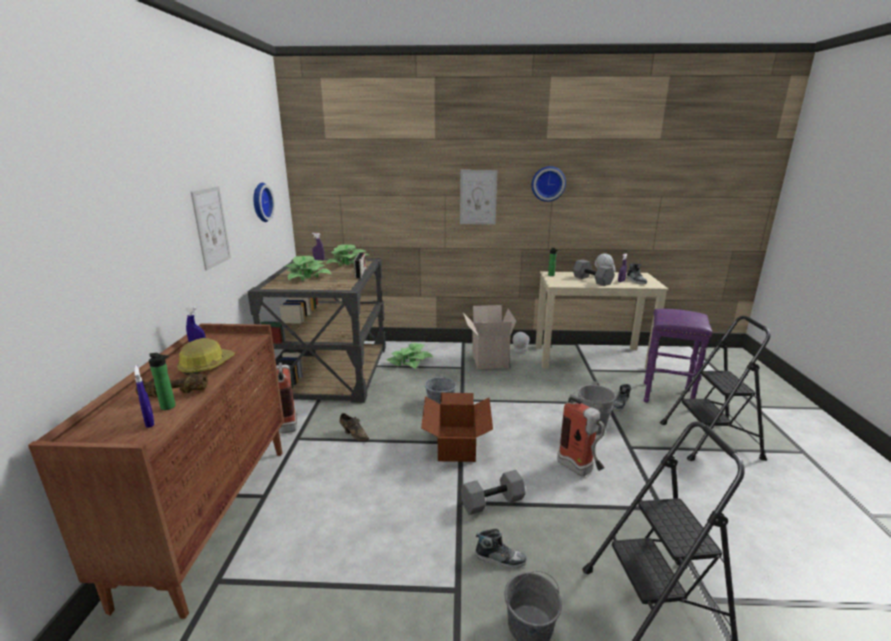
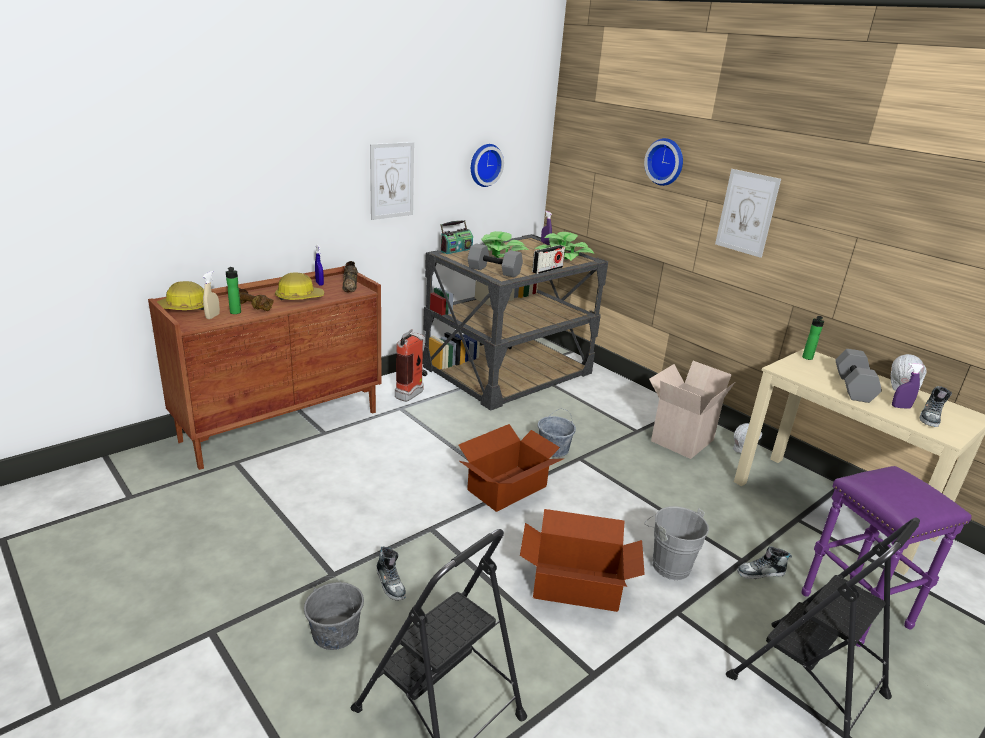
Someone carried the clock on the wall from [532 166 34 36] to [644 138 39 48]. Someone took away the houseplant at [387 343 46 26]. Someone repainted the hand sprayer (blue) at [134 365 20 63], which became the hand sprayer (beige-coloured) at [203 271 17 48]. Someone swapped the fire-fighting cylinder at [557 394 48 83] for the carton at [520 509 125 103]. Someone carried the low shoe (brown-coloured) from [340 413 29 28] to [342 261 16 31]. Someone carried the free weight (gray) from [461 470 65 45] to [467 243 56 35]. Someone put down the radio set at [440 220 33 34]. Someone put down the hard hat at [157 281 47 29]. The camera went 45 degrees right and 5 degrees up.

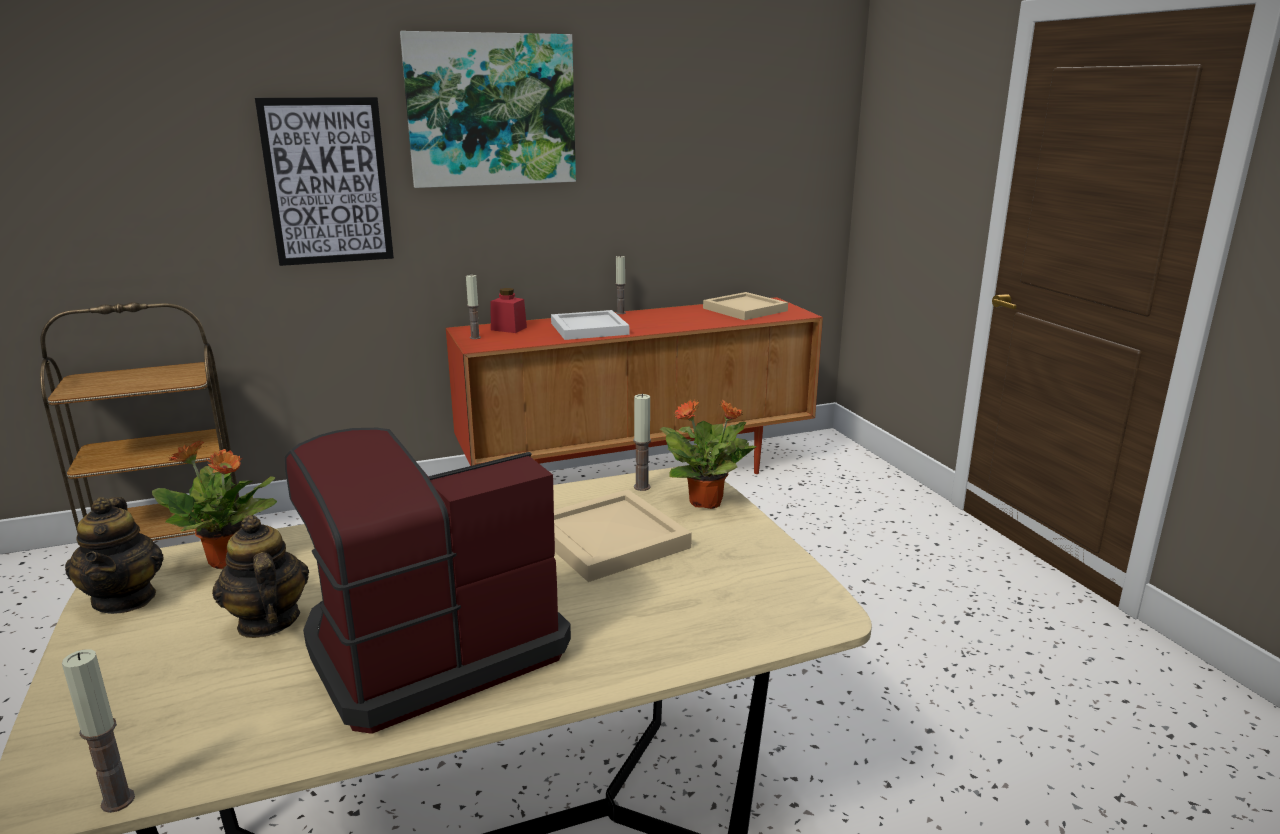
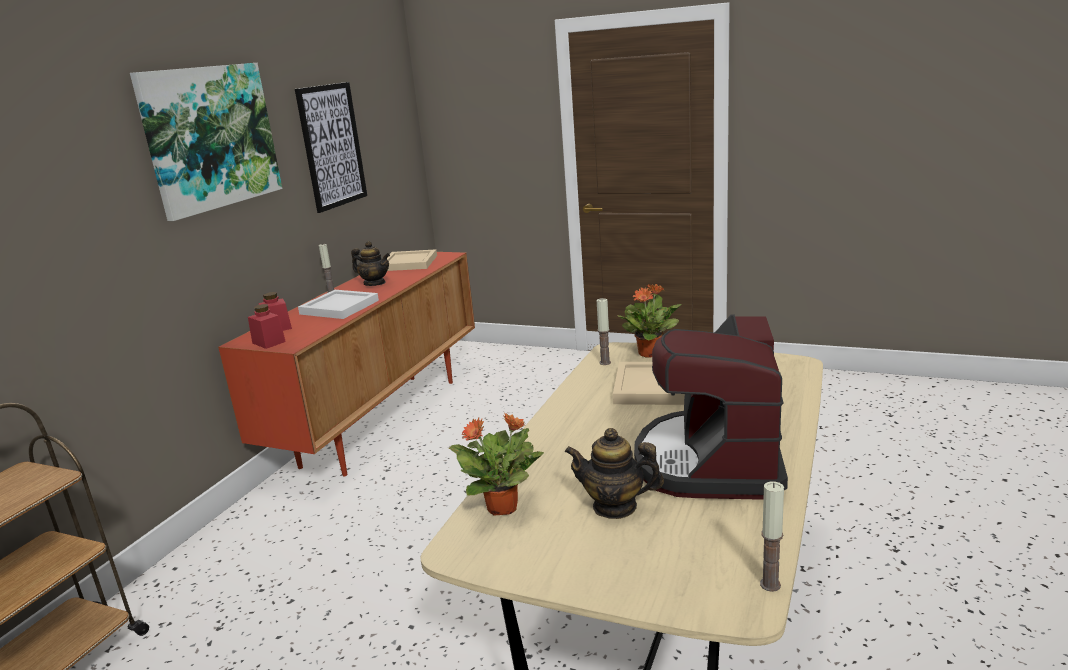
Someone carried the wall picture from [255 97 139 169] to [295 82 72 131]. Someone swapped the wax light at [466 275 15 64] for the jar (red-coloured) at [248 304 38 45]. Someone carried the tea pot from [65 497 98 117] to [351 241 39 45]. The camera went 45 degrees left and 0 degrees up.

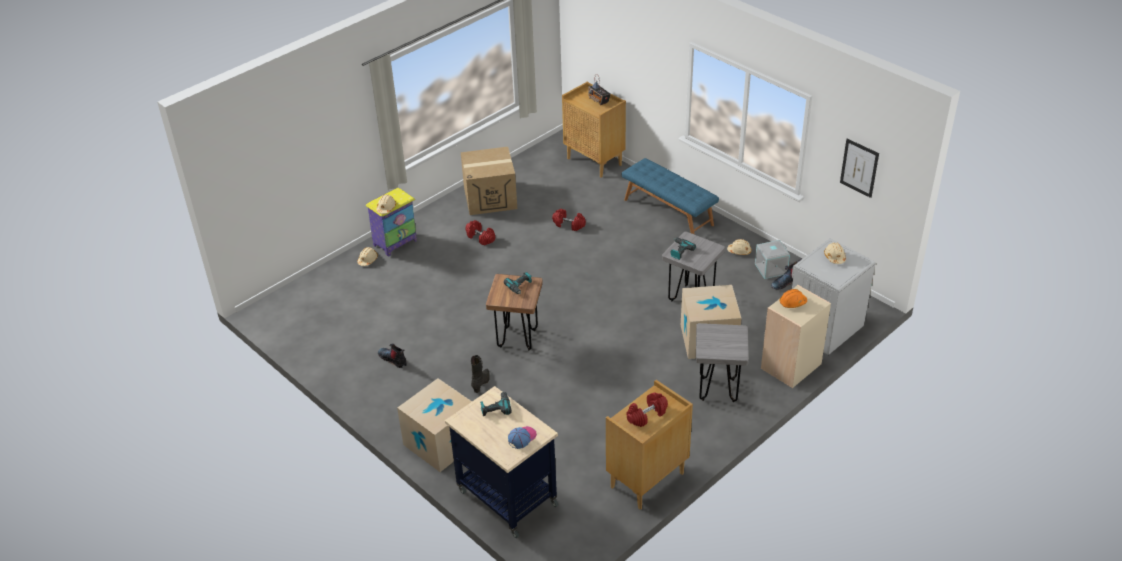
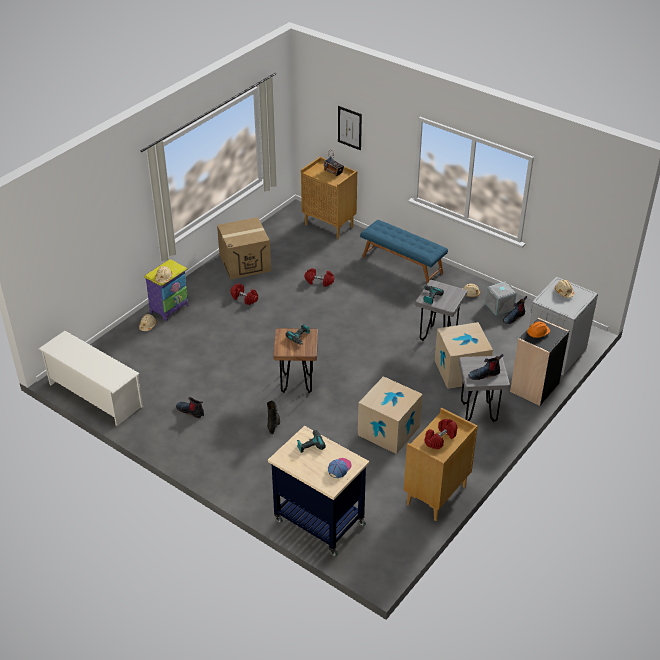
Someone carried the wall picture from [840 139 39 59] to [338 106 24 45]. Someone repainted the bookcase (beige-coloured) at [761 285 70 103], which became the bookcase (black-coloured) at [510 318 59 88]. Someone carried the carton from [397 378 75 94] to [358 376 65 78]. Someone put down the shoe shelf (white-coloured) at [39 331 104 95]. Someone put down the high-top boot at [468 354 35 26]. The camera went 10 degrees left and 0 degrees up.

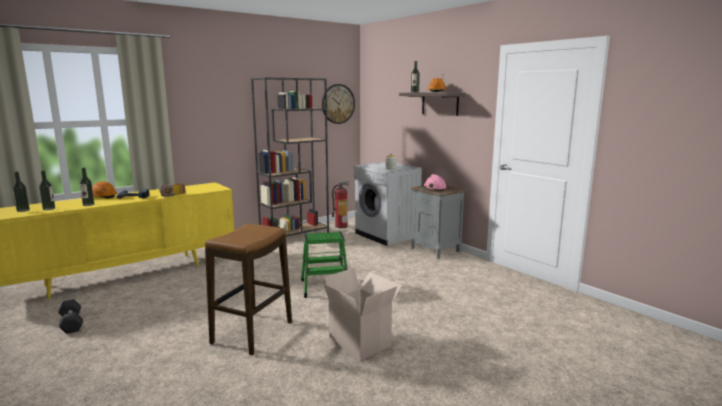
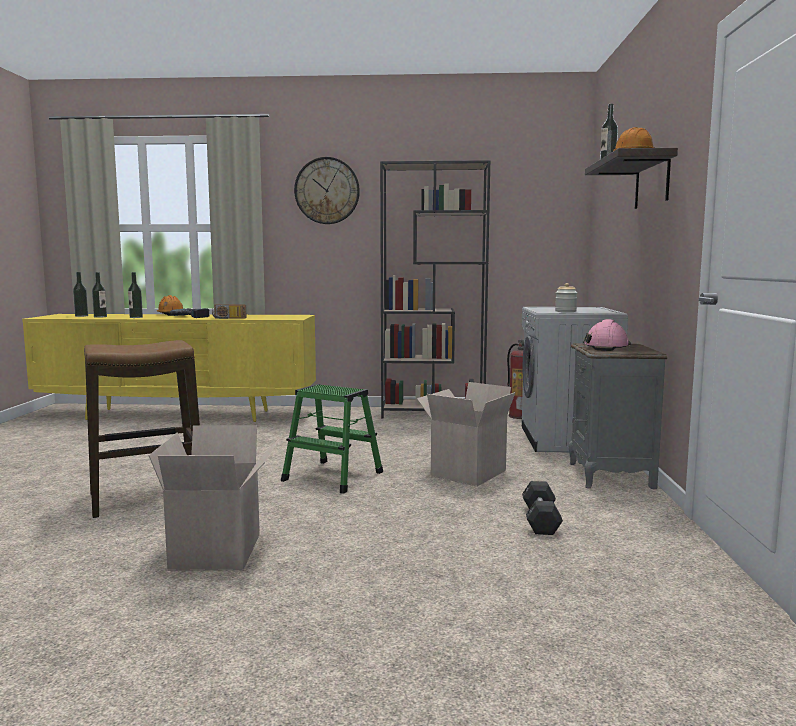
Someone carried the clock on the wall from [322 84 33 40] to [294 157 66 67]. Someone carried the free weight (black-coloured) from [58 299 25 35] to [522 481 41 54]. Someone put down the carton at [417 382 98 105]. The camera went 40 degrees right and 5 degrees down.

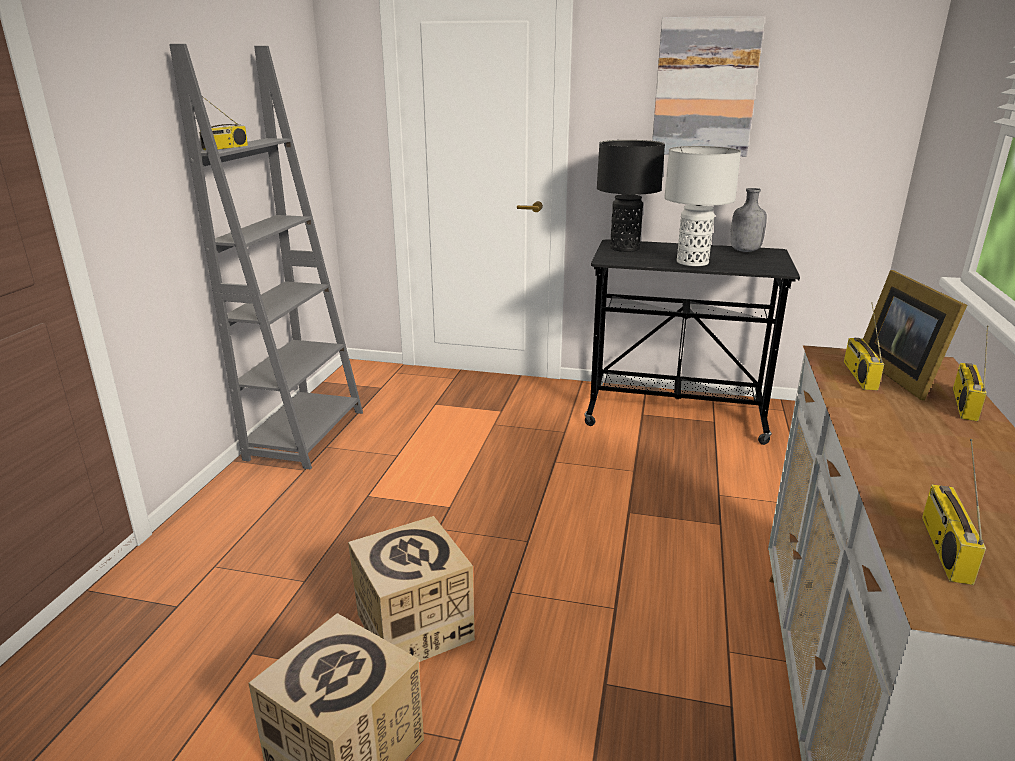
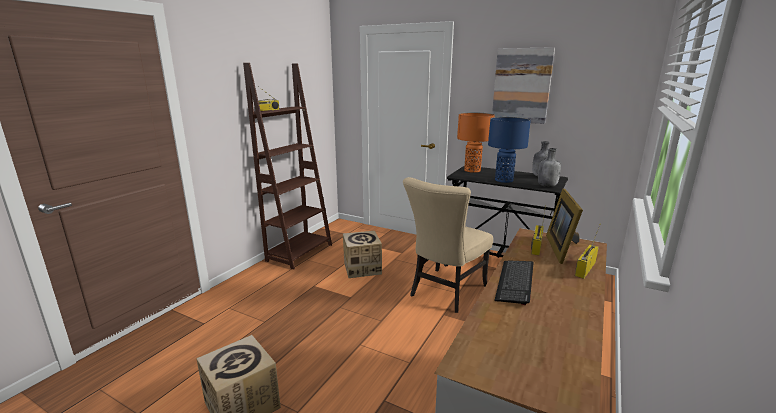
Someone repainted the bookcase (gray) at [169 44 194 426], which became the bookcase (brown-coloured) at [243 63 89 207]. Someone repainted the lamp for a table (black-coloured) at [597 140 68 112], which became the lamp for a table (orange) at [457 112 38 61]. Someone repainted the lamp for a table (white-coloured) at [664 146 77 120], which became the lamp for a table (blue) at [488 117 43 66]. Someone took away the radio set at [922 439 64 146]. Someone carried the carton from [348 516 127 146] to [343 231 39 47]. Someone put down the bottle (gray) at [538 148 23 39]. Someone put down the chair (beige-coloured) at [403 177 90 136]. Someone put down the PC keyboard at [494 261 40 44]. The camera went 15 degrees right and 5 degrees down.

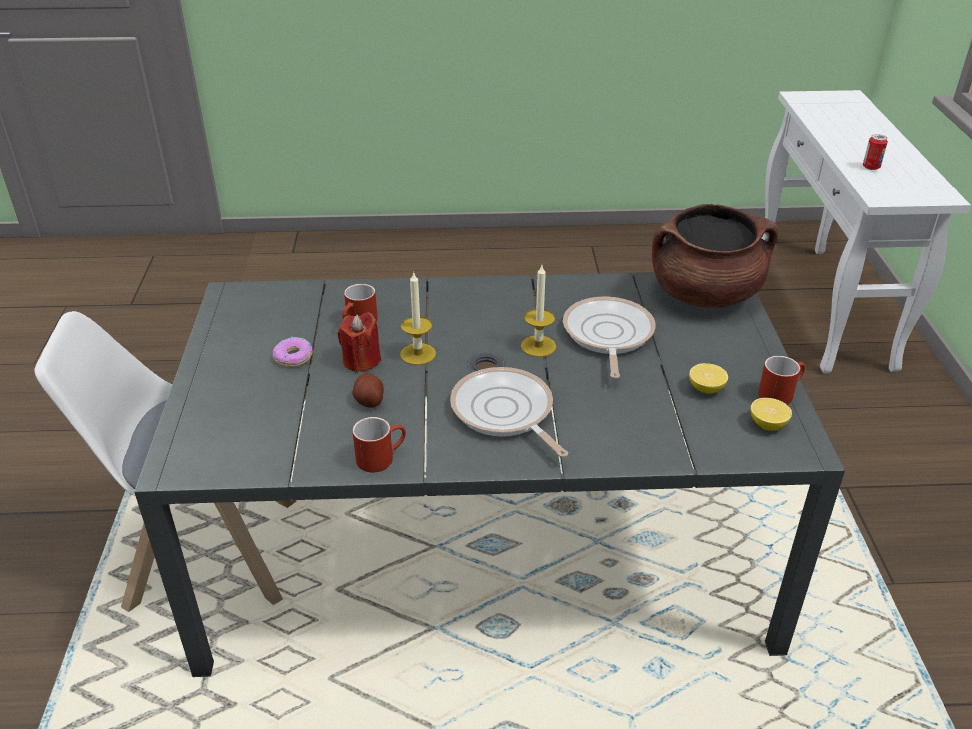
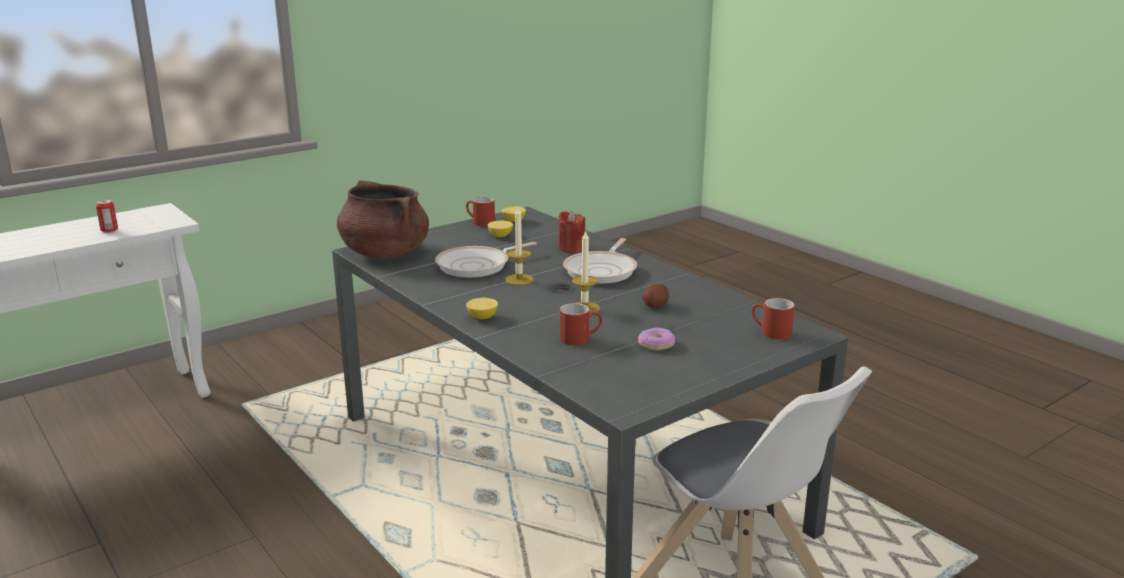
Someone carried the wax light (red-coloured) from [338 312 43 61] to [558 211 27 42]. Someone carried the mug (red-coloured) from [352 417 54 55] to [752 298 43 42]. Someone put down the lemon at [466 298 32 21]. The camera went 125 degrees left and 15 degrees down.

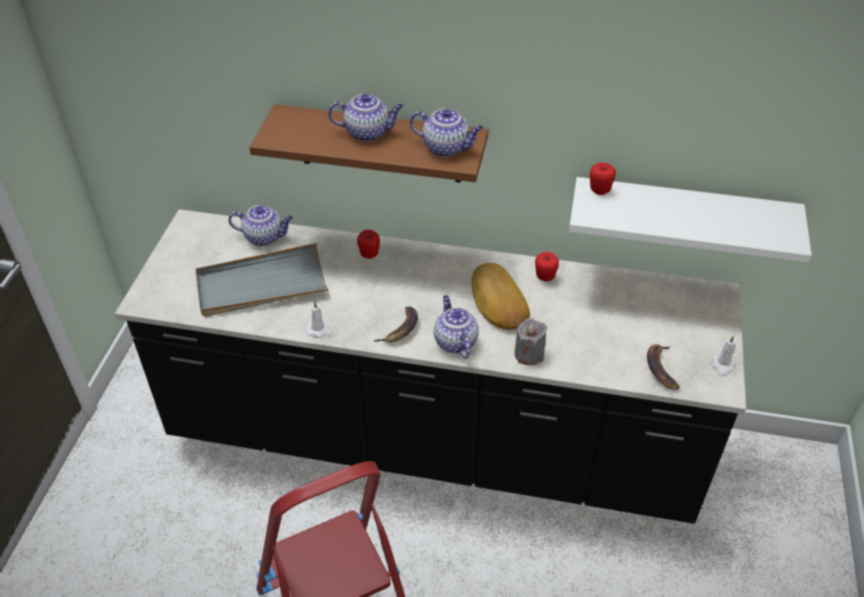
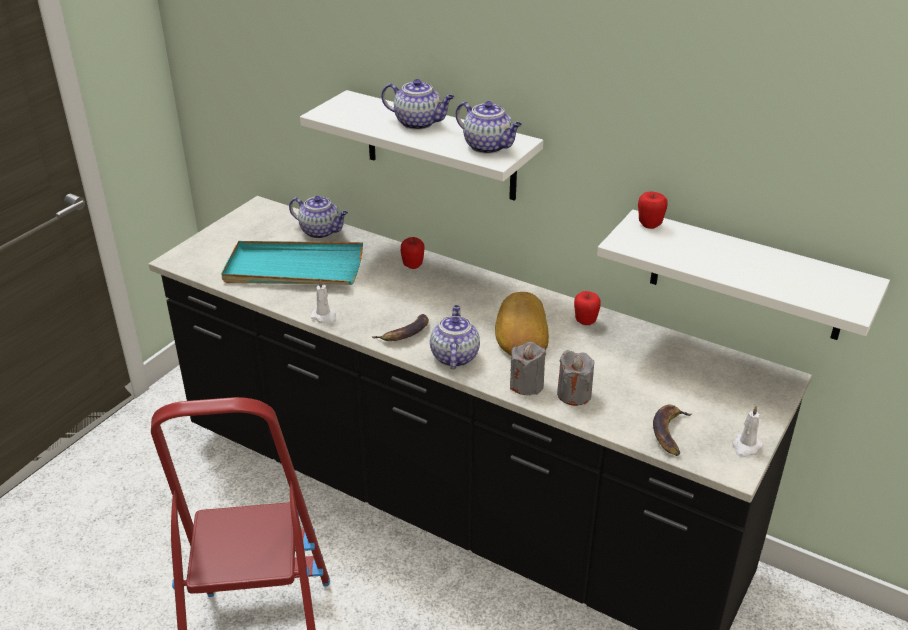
Someone repainted the wall shelf (brown-coloured) at [249 104 239 79], which became the wall shelf (white-coloured) at [300 90 243 111]. Someone repainted the carrying tray (gray) at [196 243 132 74], which became the carrying tray (turquoise-coloured) at [221 241 142 44]. Someone put down the wax light (gray) at [557 350 37 56]. The camera went 20 degrees right and 10 degrees down.

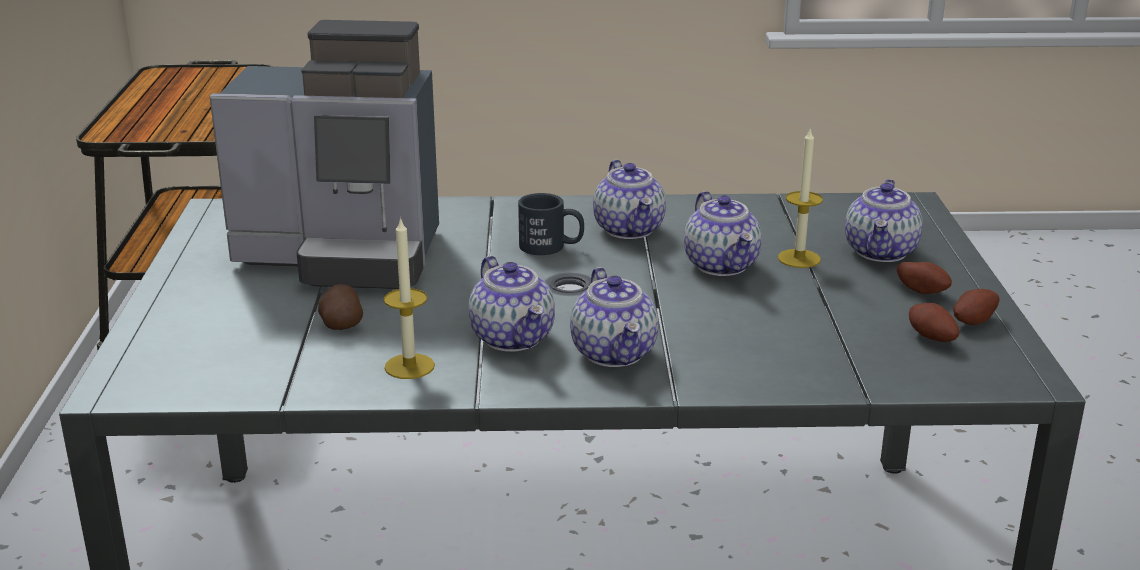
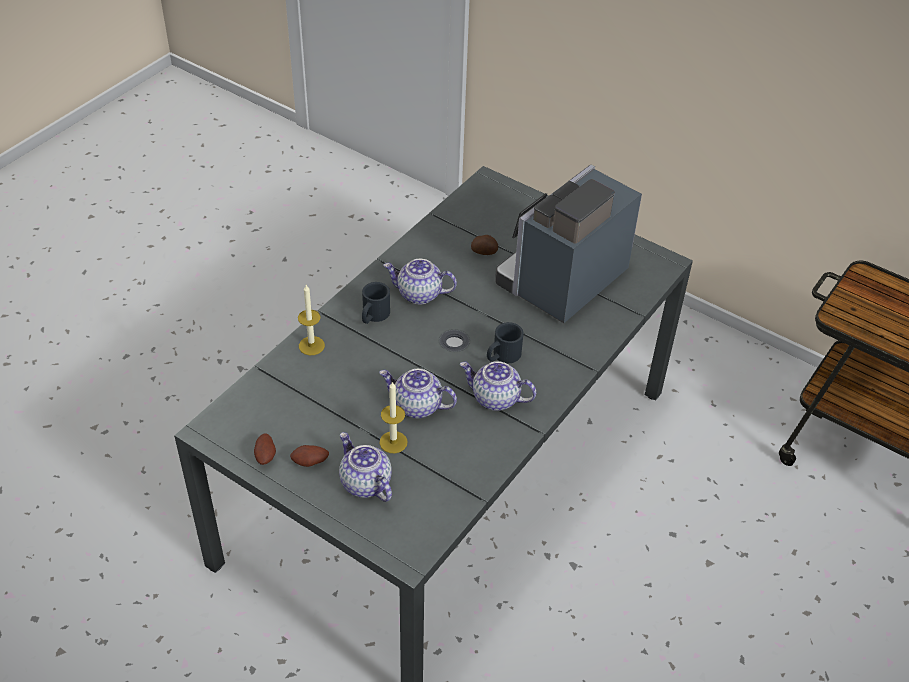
Someone carried the wax light from [383 217 52 162] to [298 285 27 70]. Someone swapped the tea pot at [570 267 88 100] for the mug (black-coloured) at [362 282 28 42]. Someone took away the potato at [909 303 50 39]. The camera went 125 degrees right and 20 degrees up.

